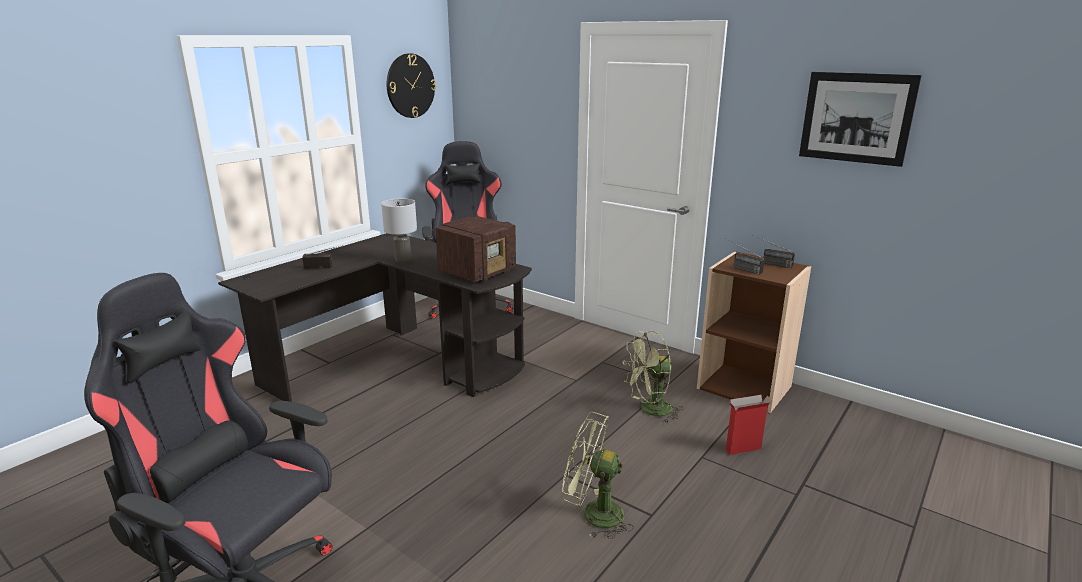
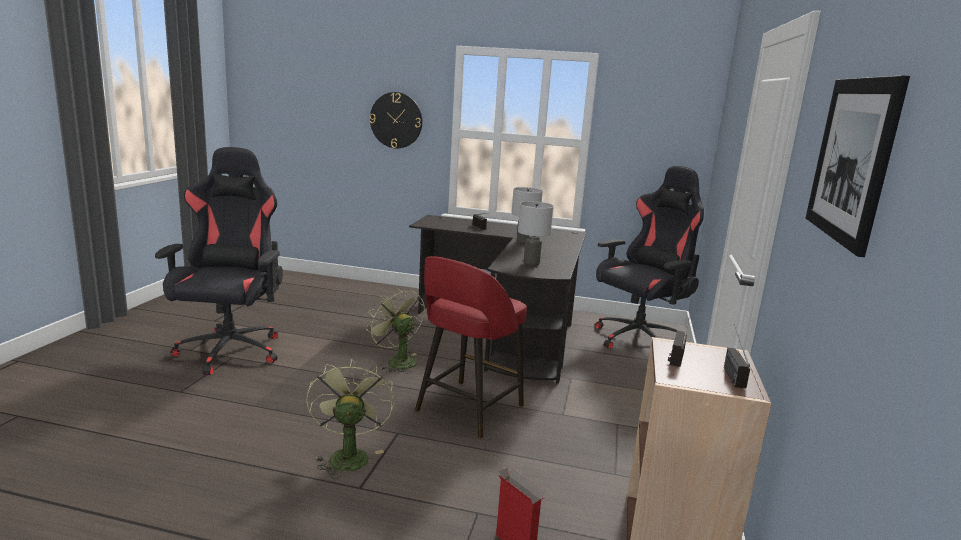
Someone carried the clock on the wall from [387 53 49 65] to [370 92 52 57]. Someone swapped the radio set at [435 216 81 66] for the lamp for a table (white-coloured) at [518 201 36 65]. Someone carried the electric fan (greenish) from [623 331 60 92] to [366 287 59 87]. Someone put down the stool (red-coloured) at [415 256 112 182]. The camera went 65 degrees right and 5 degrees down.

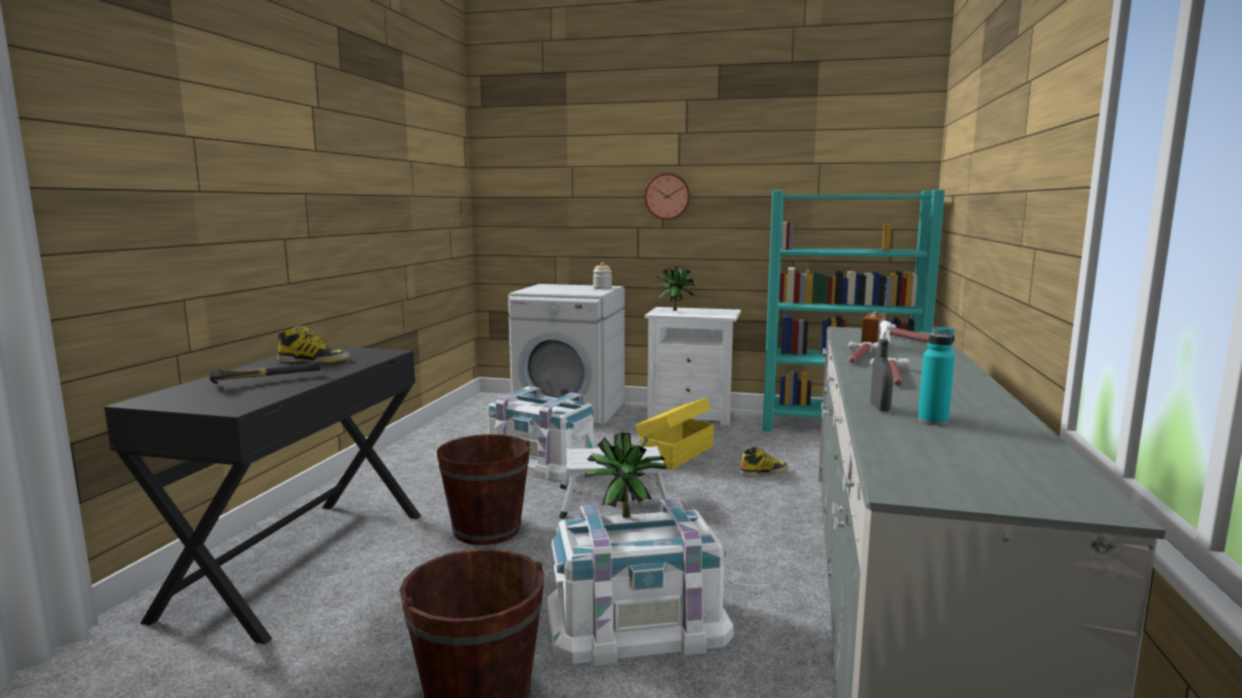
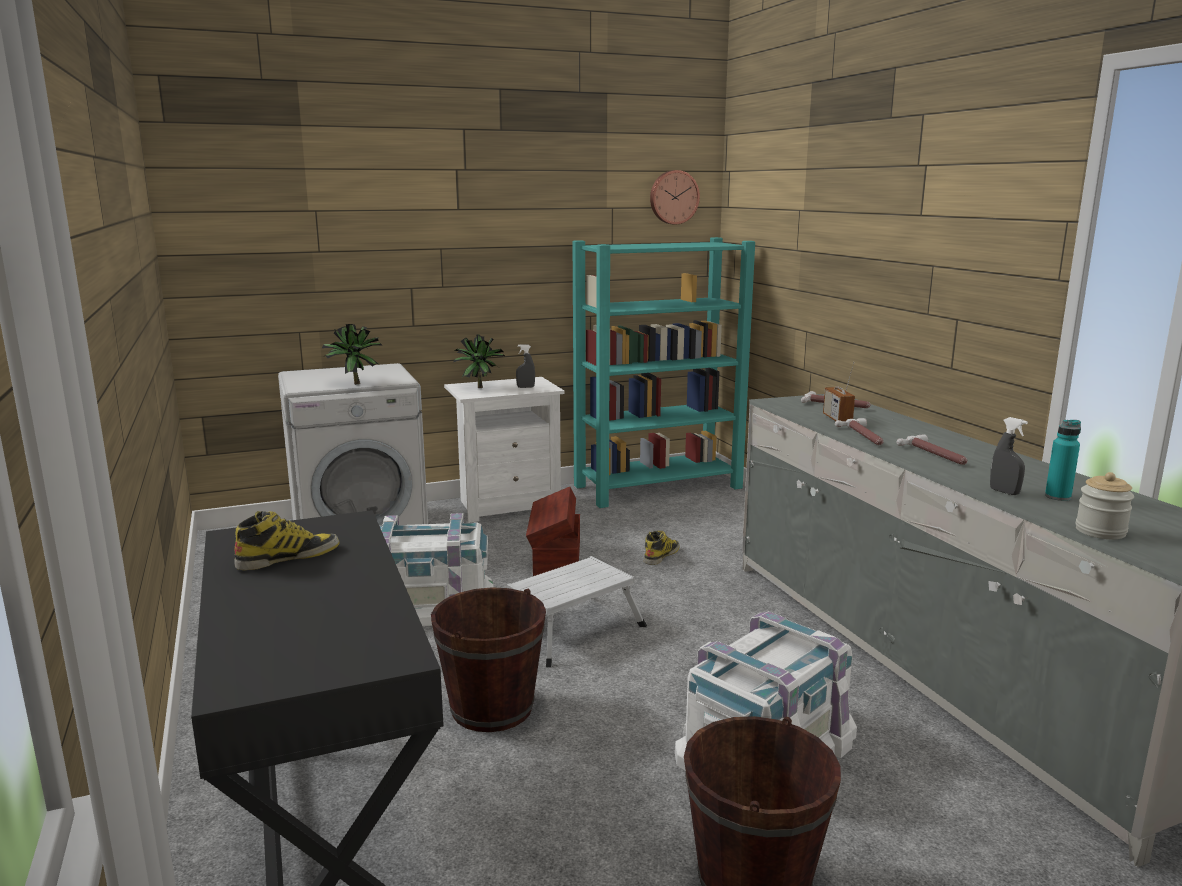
Someone carried the clock on the wall from [644 173 47 47] to [650 170 50 55]. Someone carried the jar from [593 263 19 26] to [1075 472 59 67]. Someone took away the hand hammer at [209 361 112 23]. Someone repainted the storage container (yellow) at [635 397 79 73], which became the storage container (brown-coloured) at [526 487 54 89]. Someone carried the houseplant from [585 432 81 86] to [322 324 60 61]. Someone put down the hand sprayer (gray) at [516 344 19 44]. The camera went 35 degrees left and 5 degrees up.

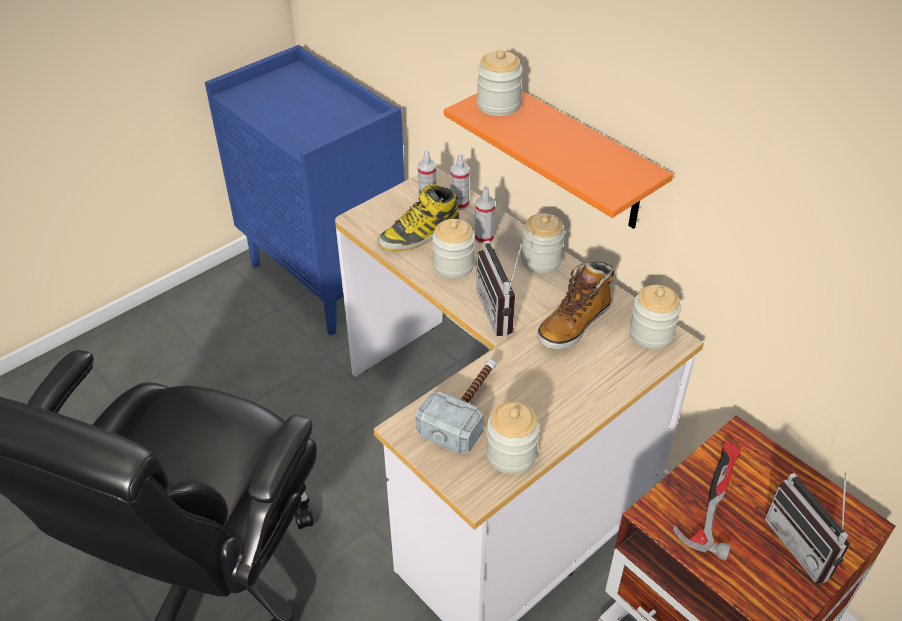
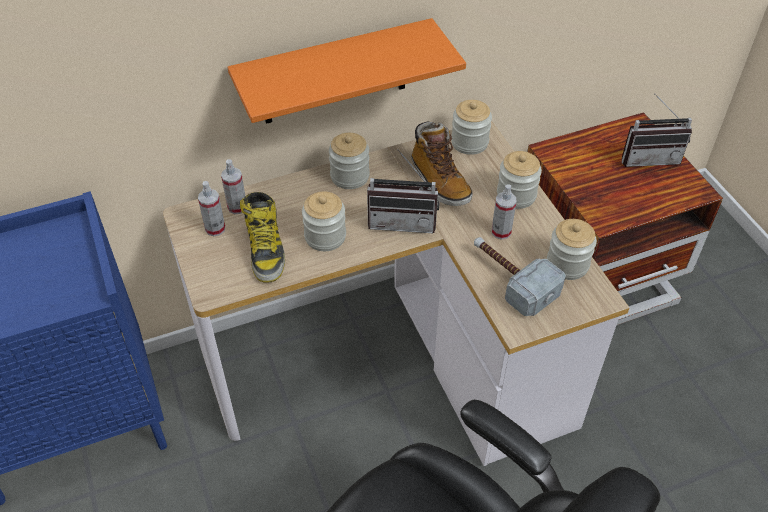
Someone carried the jar from [477 50 46 66] to [497 151 45 58]. Someone carried the hand sprayer from [475 186 20 58] to [492 184 24 56]. Someone took away the hand hammer at [673 441 68 120]. The camera went 70 degrees left and 5 degrees up.

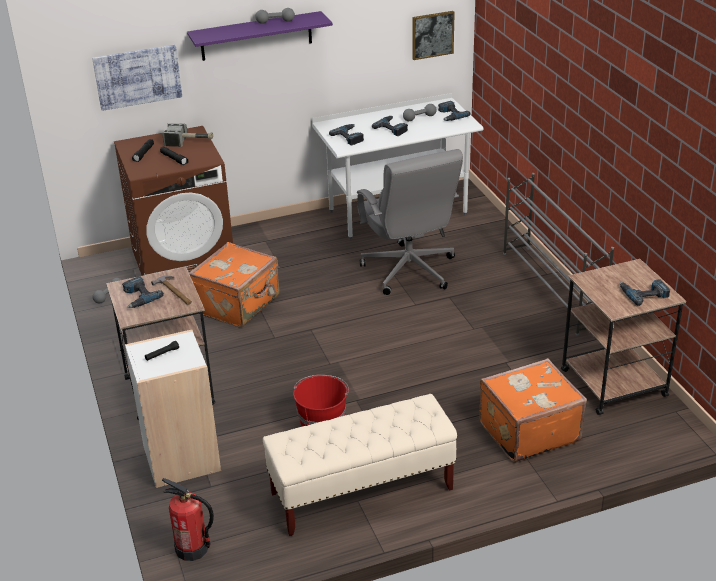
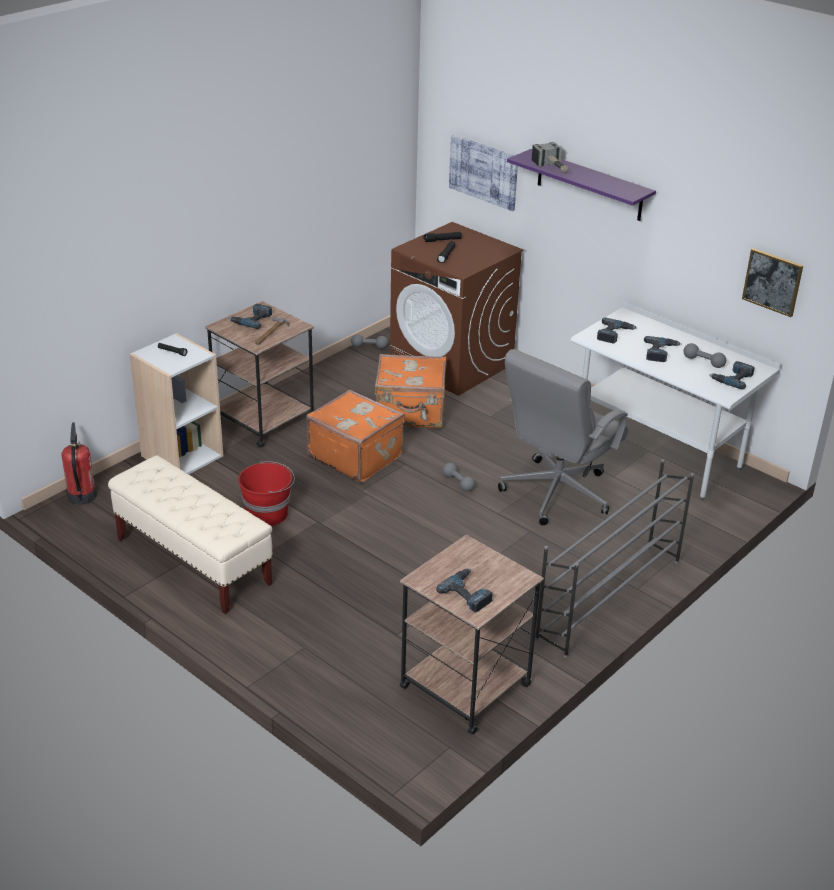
Someone carried the free weight (gray) from [255 8 40 16] to [443 463 32 29]. Someone carried the hand hammer from [162 123 51 24] to [532 142 37 31]. Someone carried the travel case (orange) from [479 358 108 105] to [306 390 99 93]. The camera went 60 degrees right and 0 degrees up.

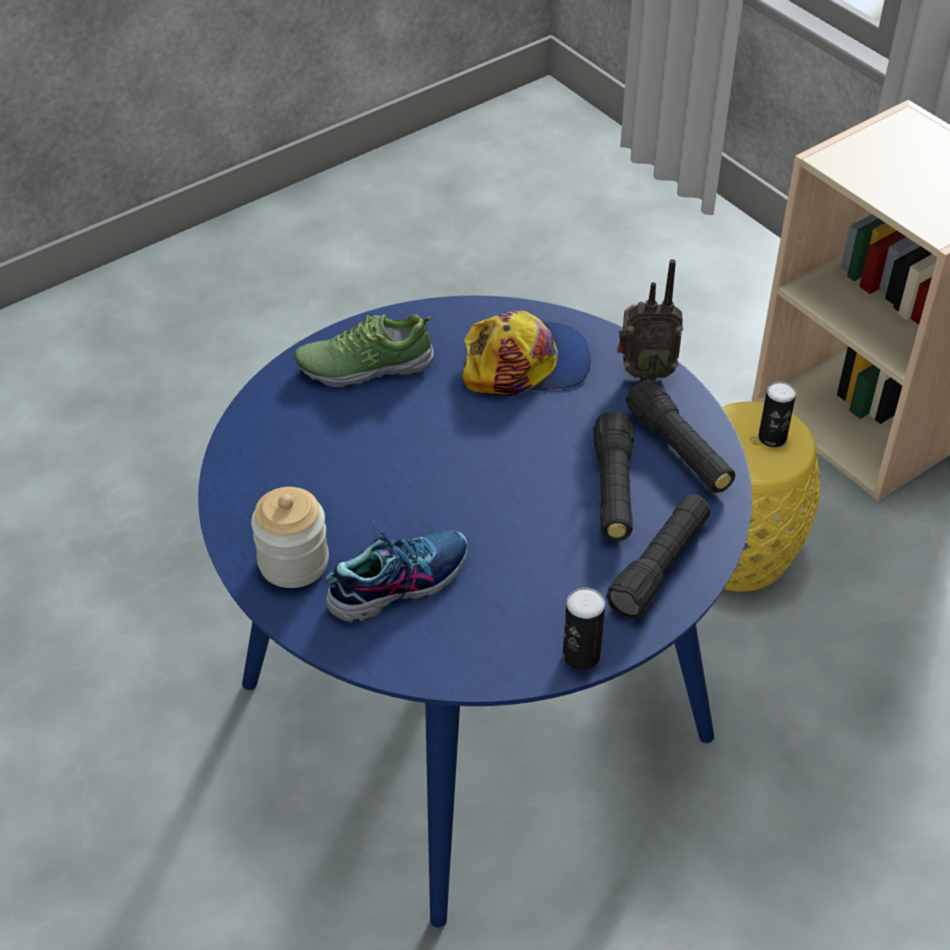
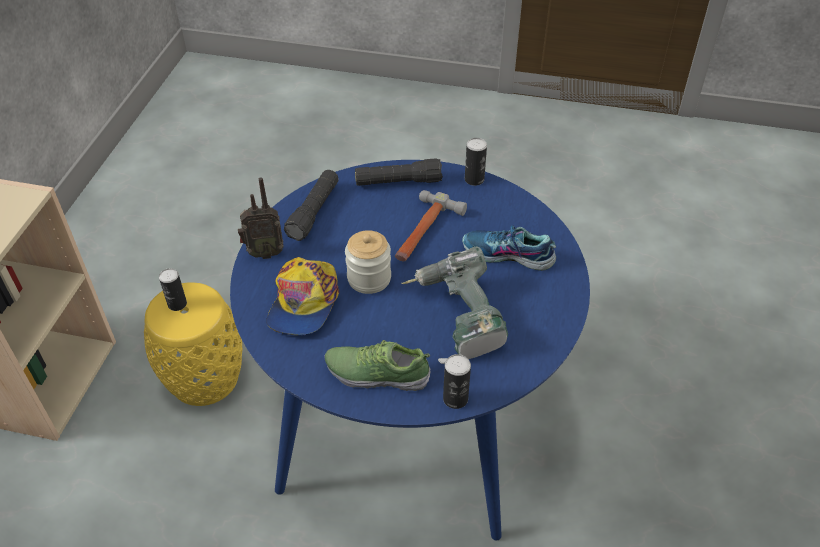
Someone rotated the radio set at [617 259 66 122] by 120 degrees clockwise. Someone rotated the cap at [462 310 129 86] by 120 degrees counterclockwise. Someone rotated the low shoe at [294 314 140 73] by 150 degrees clockwise. Someone took away the torch (black-coloured) at [593 411 41 130]. Someone carried the jar from [251 487 78 101] to [345 230 46 64]. Someone put down the hand hammer at [395 190 72 71]. Someone put down the power drill at [401 246 107 118]. Someone put down the can at [443 354 28 55]. The camera went 130 degrees left and 0 degrees up.

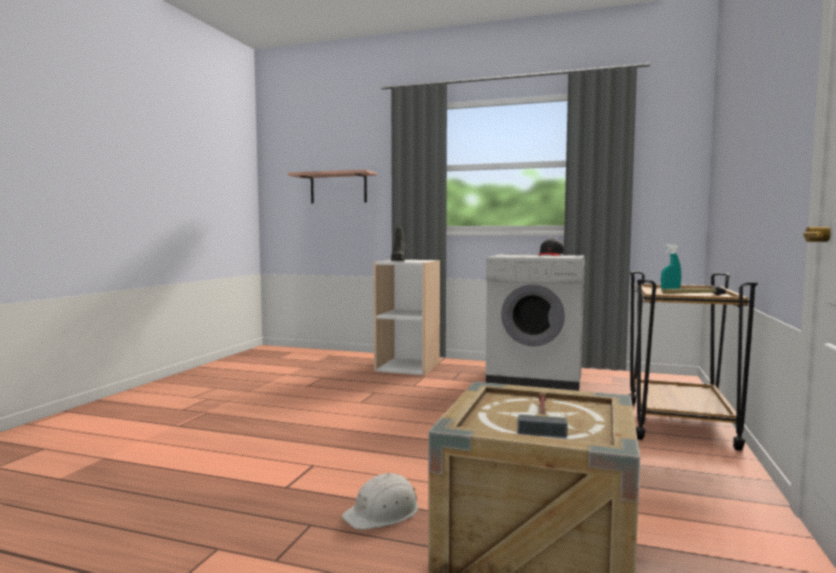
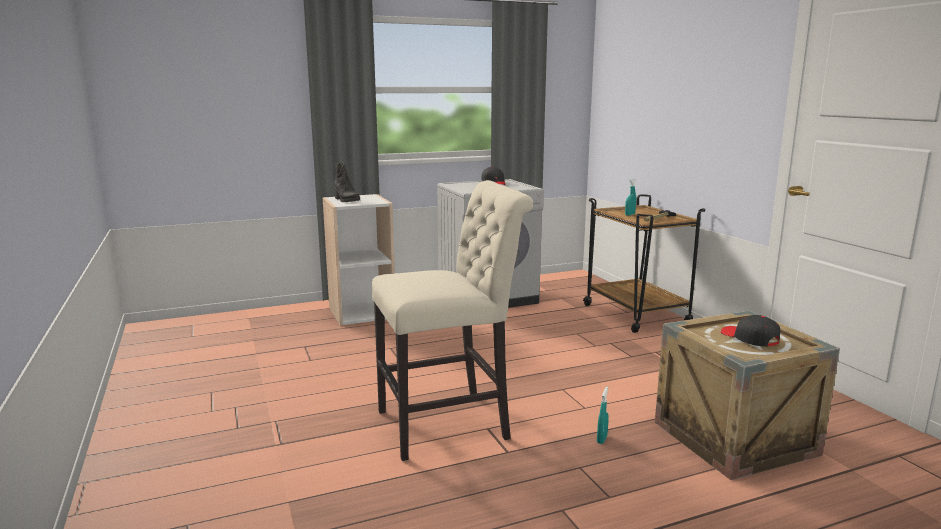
Someone took away the wall shelf at [288 170 89 34]. Someone swapped the hand hammer at [517 393 51 45] for the cap (black-coloured) at [721 315 59 32]. Someone swapped the hard hat (white-coloured) at [342 473 76 57] for the hand sprayer (turquoise-coloured) at [597 387 12 57]. Someone put down the stool (beige-coloured) at [372 180 161 281]. The camera went 40 degrees left and 10 degrees up.

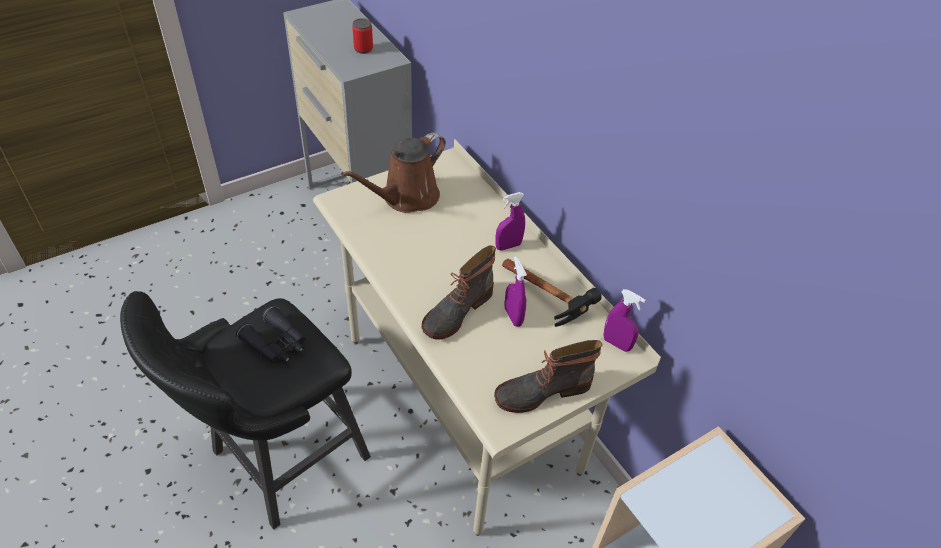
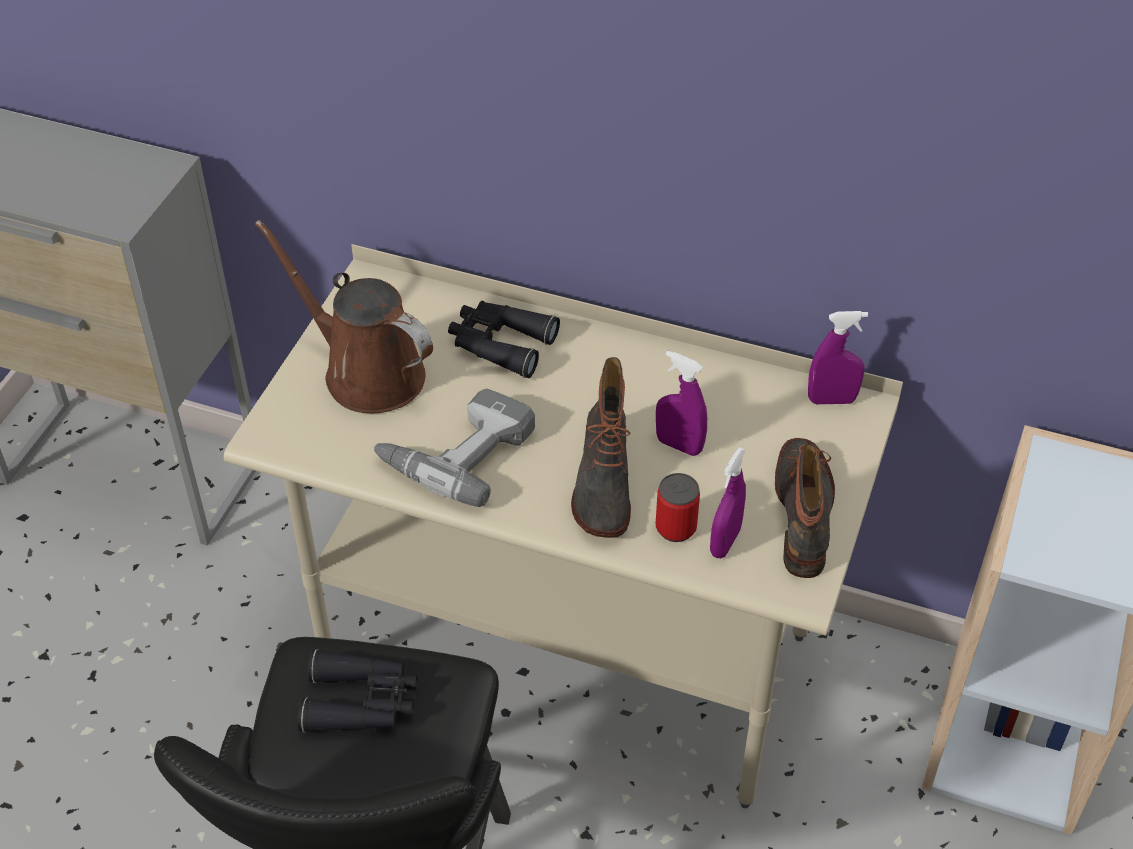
Someone carried the can from [352 18 21 36] to [656 473 44 69]. Someone rotated the watering can (brown-coloured) at [341 133 105 80] by 120 degrees clockwise. Someone carried the hand sprayer (purple-coloured) from [496 192 29 59] to [710 447 36 111]. Someone took away the hand hammer at [502 259 100 68]. Someone rotated the high-top boot at [494 340 108 73] by 150 degrees clockwise. Someone put down the pair of binoculars (black-coloured) at [448 301 112 77]. Someone put down the power drill at [373 389 162 118]. The camera went 35 degrees left and 0 degrees up.

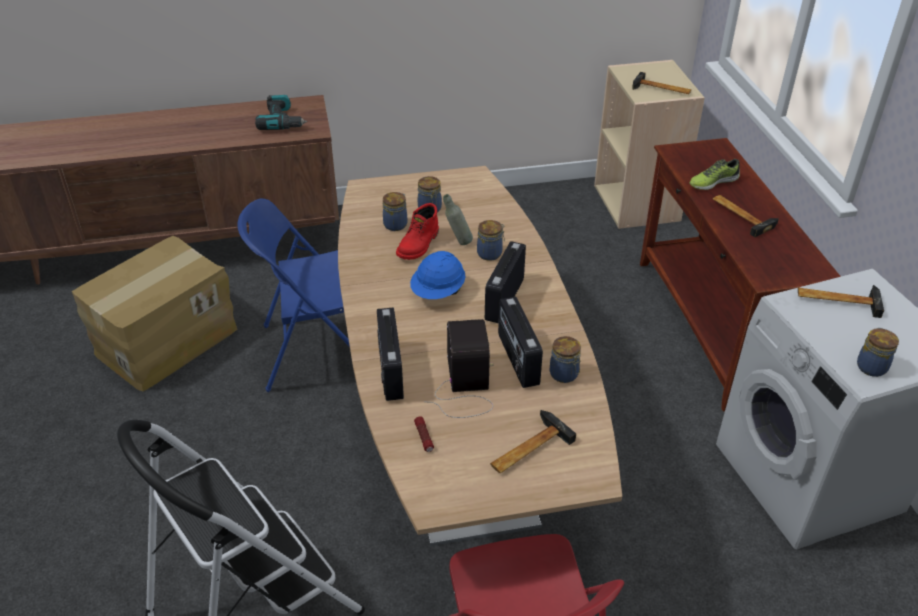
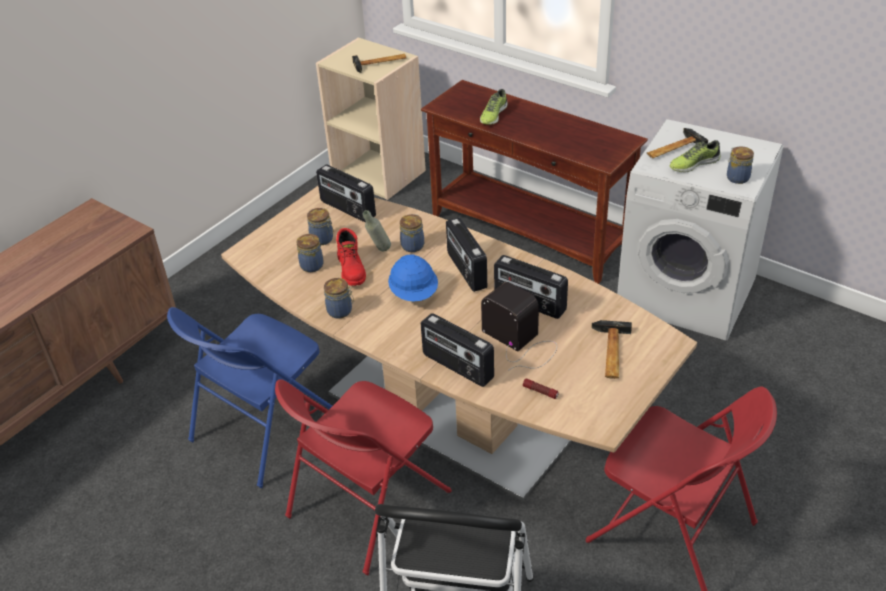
Someone took away the power drill at [255 95 52 35]. Someone took away the hand hammer at [713 195 66 42]. Someone took away the carton at [72 236 165 155]. Someone carried the jar from [550 336 31 47] to [324 278 30 41]. Someone put down the low shoe at [670 140 51 32]. Someone put down the radio set at [316 165 60 57]. Someone put down the chair (red-coloured) at [275 379 177 197]. The camera went 40 degrees left and 0 degrees up.

